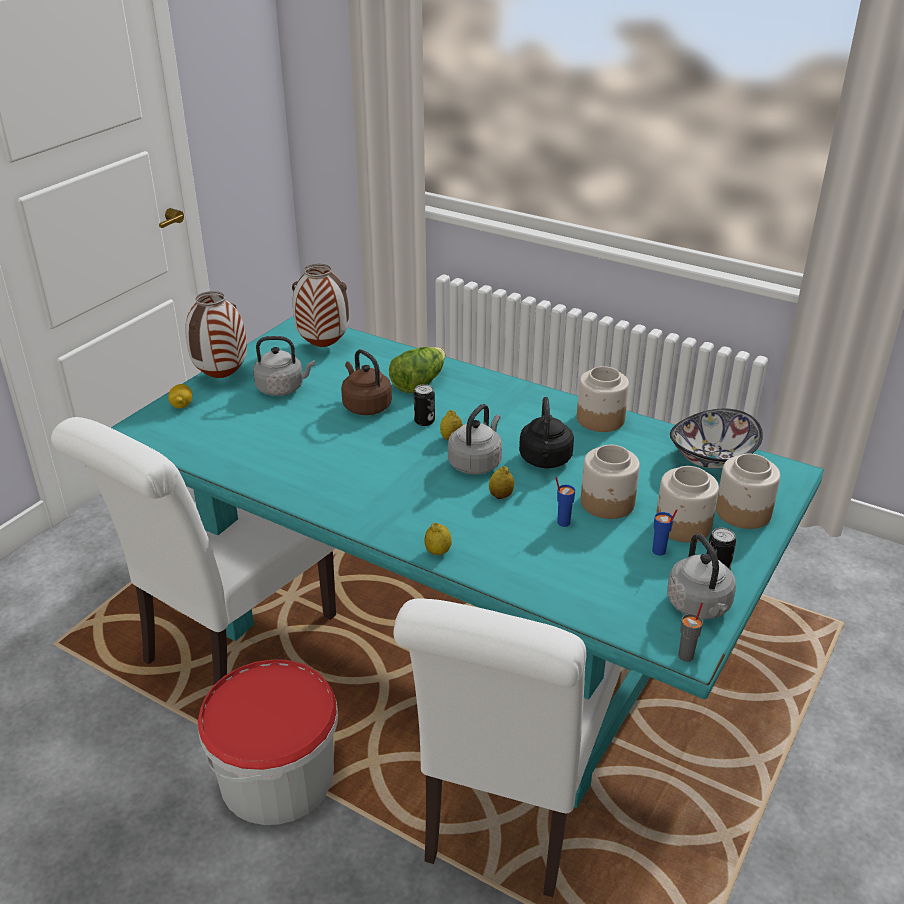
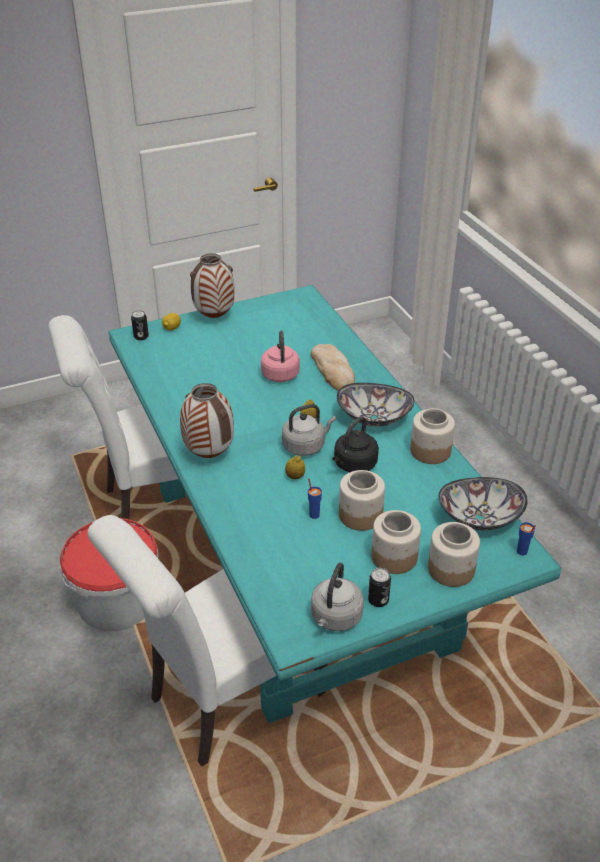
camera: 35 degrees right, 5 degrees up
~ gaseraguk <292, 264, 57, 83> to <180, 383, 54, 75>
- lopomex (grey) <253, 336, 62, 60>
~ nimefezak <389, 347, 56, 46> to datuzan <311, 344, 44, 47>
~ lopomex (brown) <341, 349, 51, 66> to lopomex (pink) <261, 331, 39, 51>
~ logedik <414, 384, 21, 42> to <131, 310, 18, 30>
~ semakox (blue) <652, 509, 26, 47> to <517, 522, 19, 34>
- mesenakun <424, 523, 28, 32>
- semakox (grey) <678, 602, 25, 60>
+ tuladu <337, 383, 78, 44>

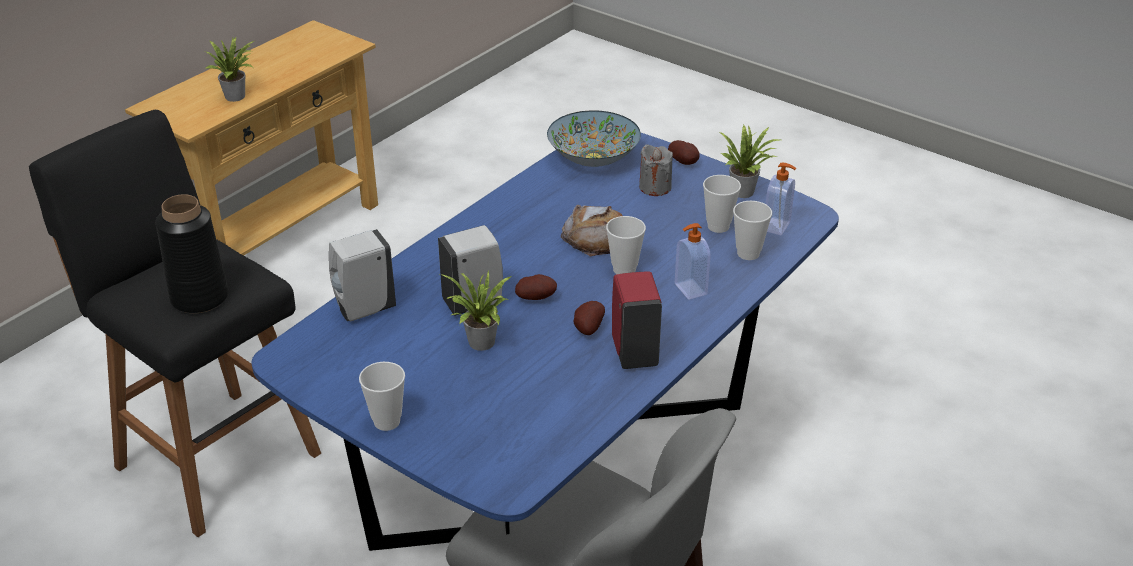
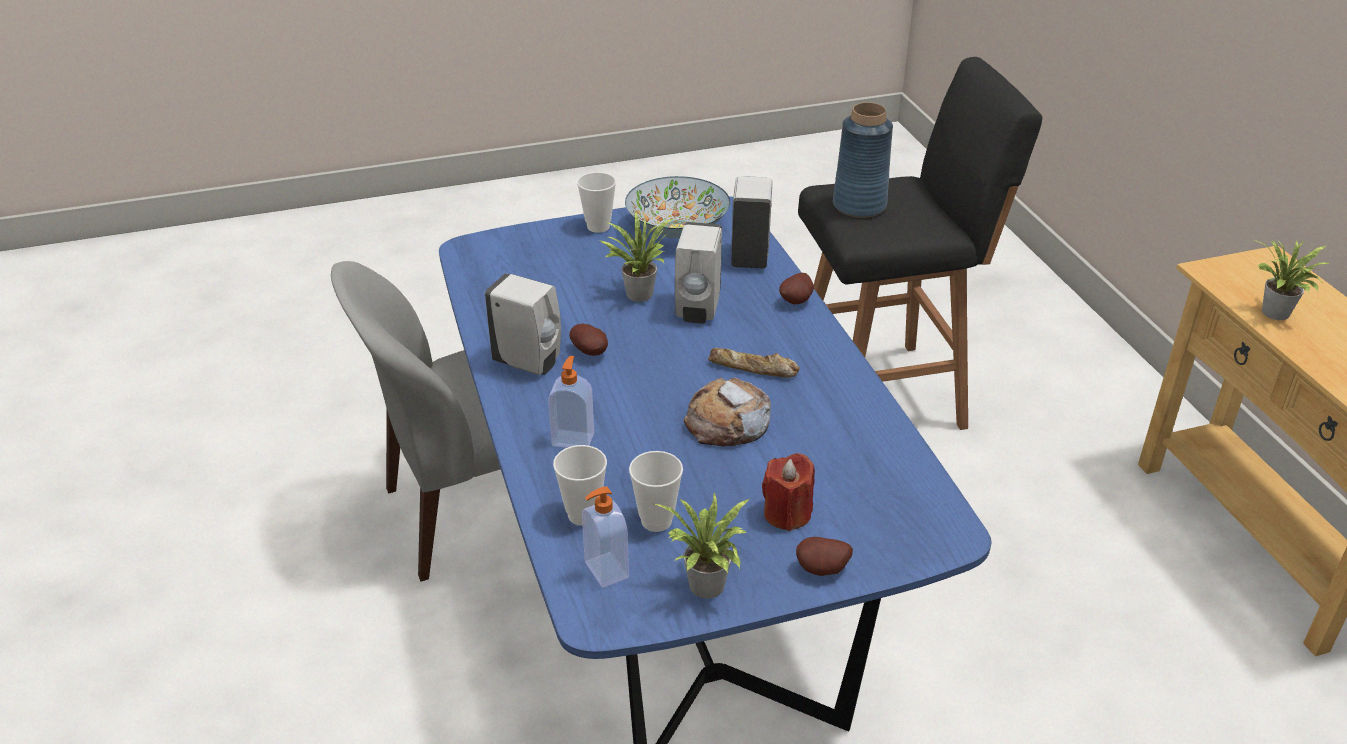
camera: 125 degrees right, 0 degrees up
~ tuladu <547, 110, 94, 57> to <625, 176, 105, 62>
~ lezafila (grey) <639, 145, 34, 51> to lezafila (red) <762, 453, 53, 78>
~ gaseraguk (black) <155, 194, 74, 119> to gaseraguk (blue) <833, 102, 60, 116>
- semakox <606, 216, 40, 58>
~ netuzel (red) <612, 272, 50, 97> to netuzel (white) <485, 273, 76, 102>
~ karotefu <515, 274, 42, 26> to <779, 273, 35, 31>
+ datuzan <708, 348, 92, 30>

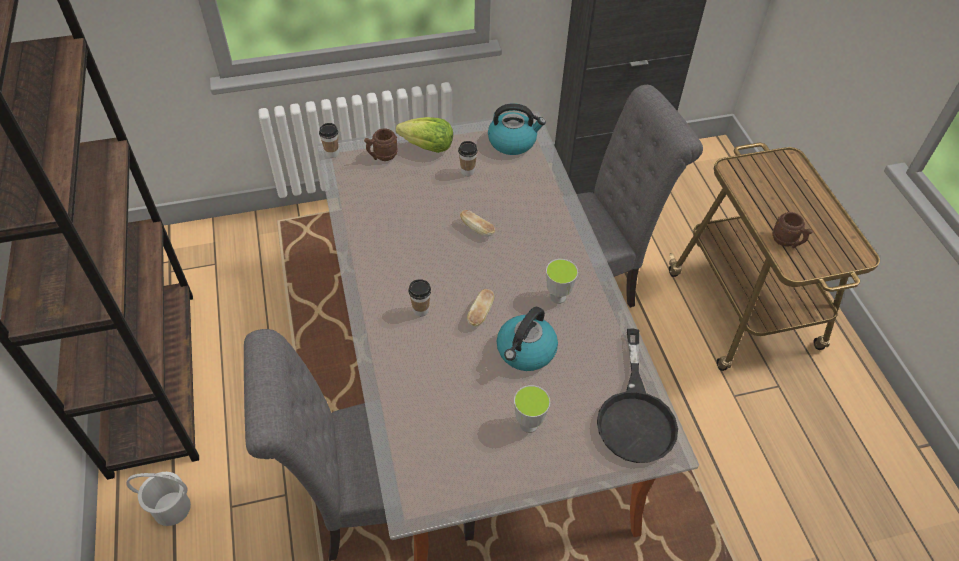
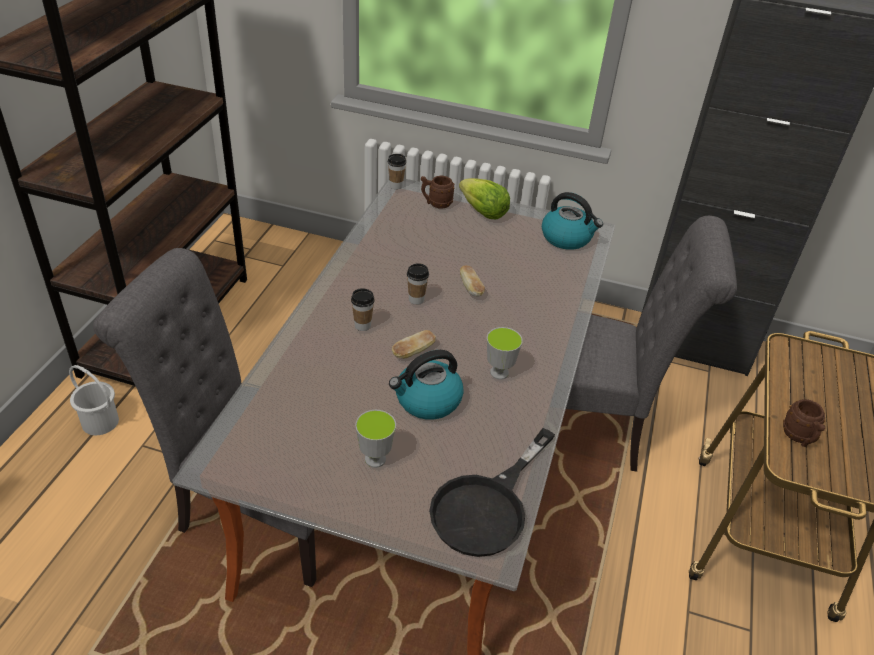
camera: 30 degrees right, 10 degrees down
~ semakox <458, 141, 20, 35> to <407, 263, 22, 42>

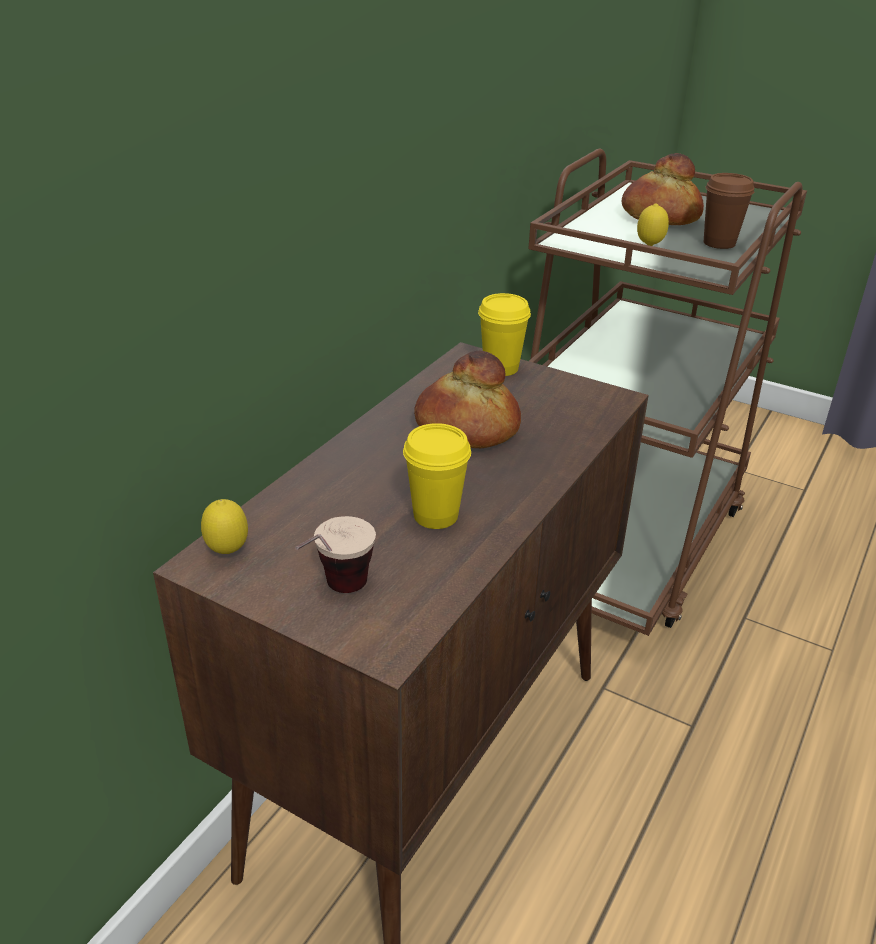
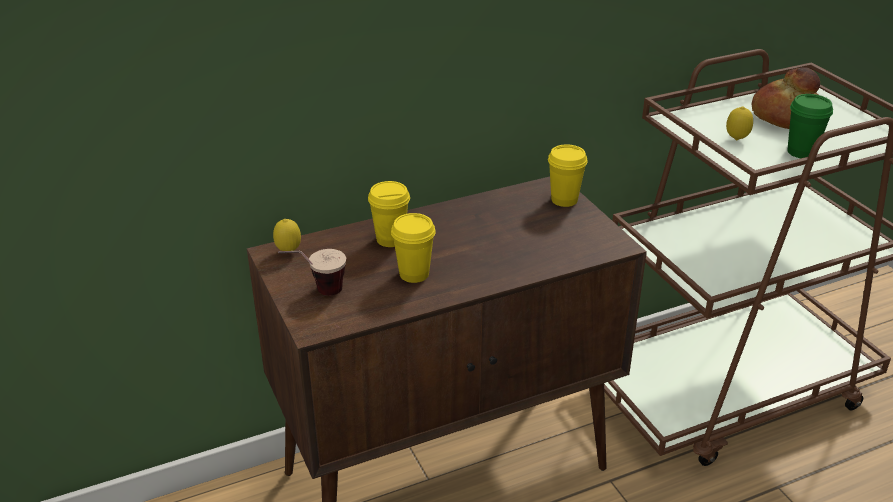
camera: 35 degrees right, 0 degrees up
~ semakox (brown) <704, 173, 51, 76> to semakox (green) <787, 94, 46, 64>
- datuzan <414, 351, 107, 97>
+ semakox (yellow) <368, 181, 42, 66>

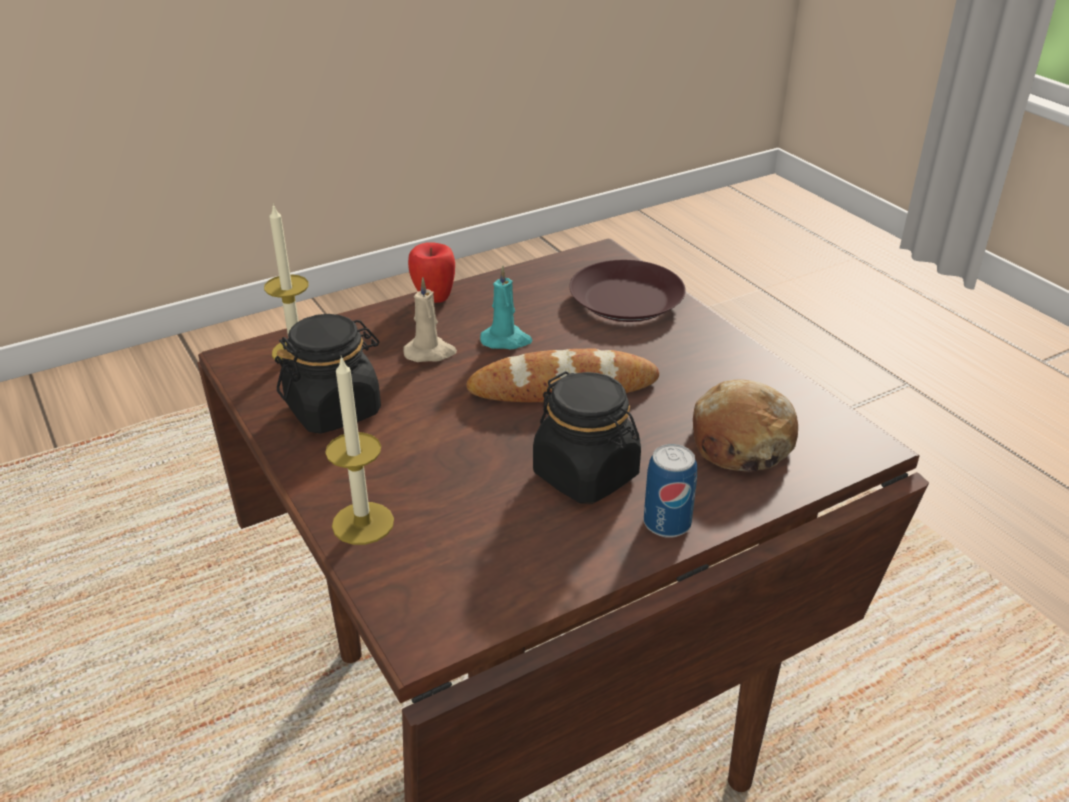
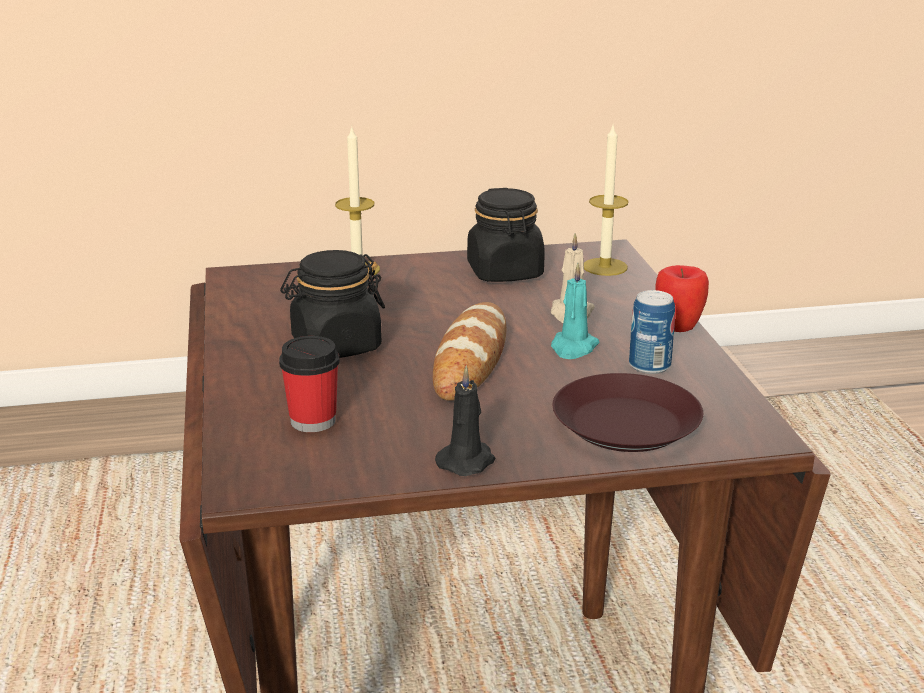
camera: 110 degrees right, 10 degrees down
~ datuzan <693, 379, 105, 92> to semakox <279, 336, 61, 96>
~ logedik <644, 444, 53, 94> to <629, 290, 46, 84>
+ lezafila (black) <435, 365, 60, 111>

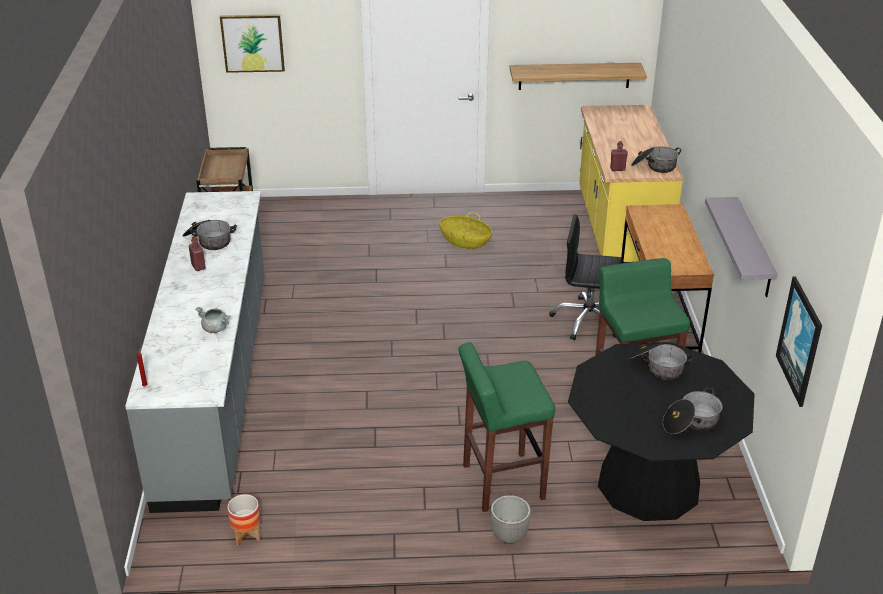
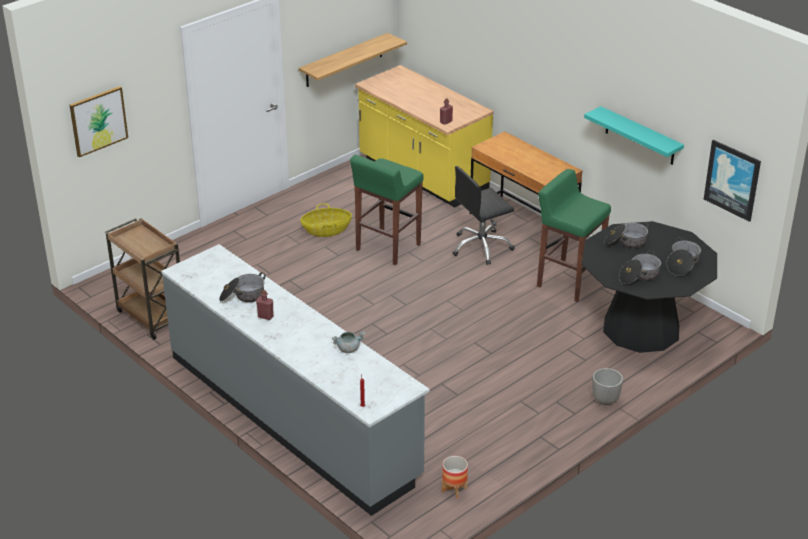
camera: 40 degrees left, 0 degrees up
~ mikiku <631, 146, 50, 27> to <619, 251, 42, 33>
~ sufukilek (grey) <705, 197, 73, 100> to sufukilek (turquoise) <584, 106, 100, 59>
~ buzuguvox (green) <458, 342, 97, 170> to <350, 155, 74, 110>

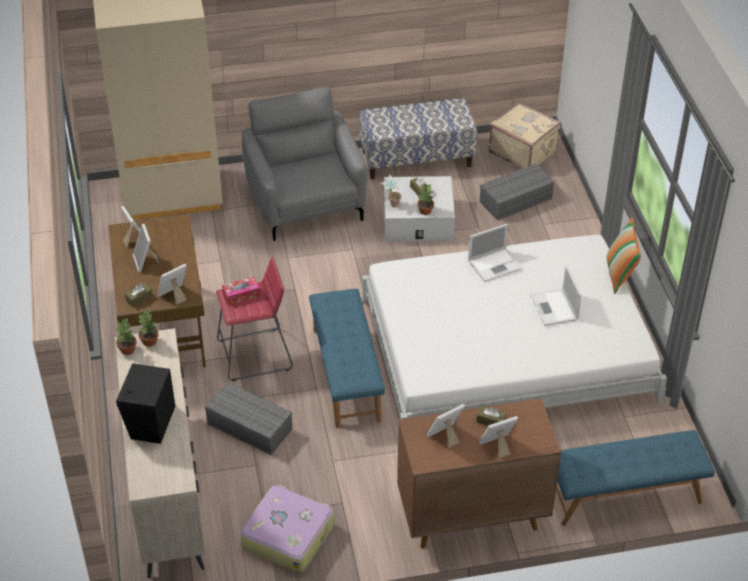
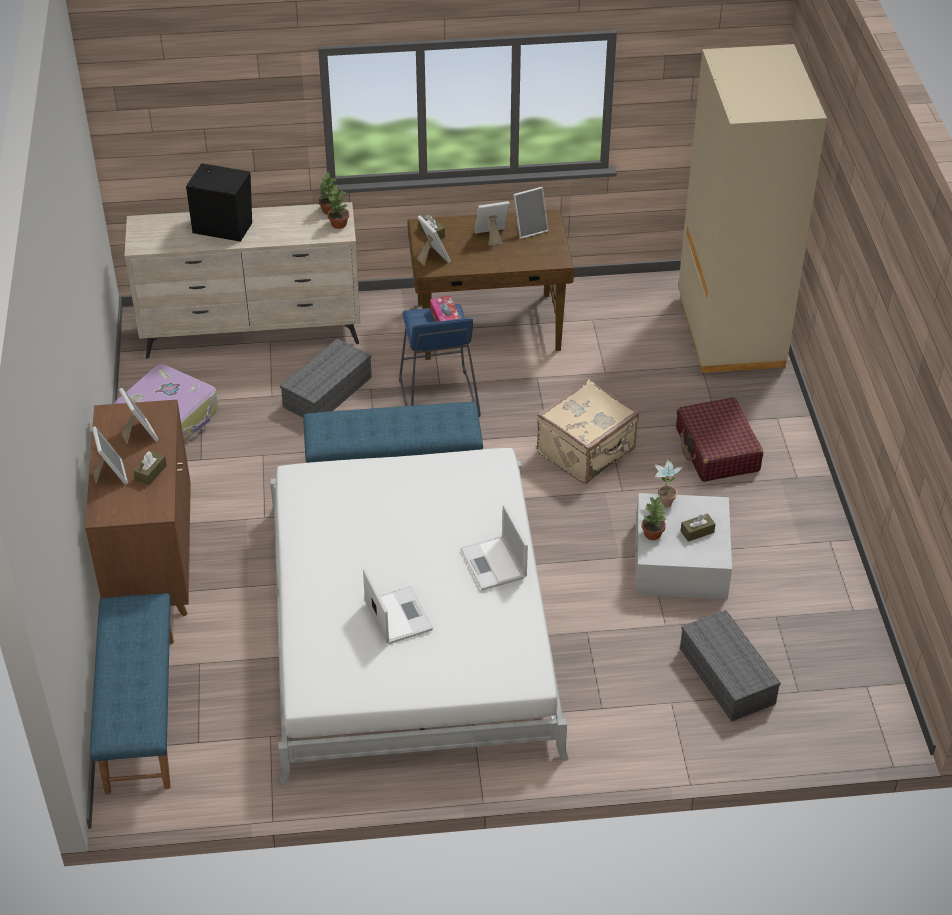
camera: 95 degrees right, 0 degrees up
~ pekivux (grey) <242, 87, 125, 154> to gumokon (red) <676, 398, 87, 84>
- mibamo <359, 98, 118, 81>
~ gumokon (beige) <489, 102, 72, 67> to <537, 379, 102, 105>
- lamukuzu <607, 218, 34, 76>
~ buzuguvox (red) <216, 257, 77, 124> to buzuguvox (blue) <399, 304, 82, 113>
~ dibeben <531, 265, 51, 61> = <363, 569, 70, 75> 75 degrees clockwise

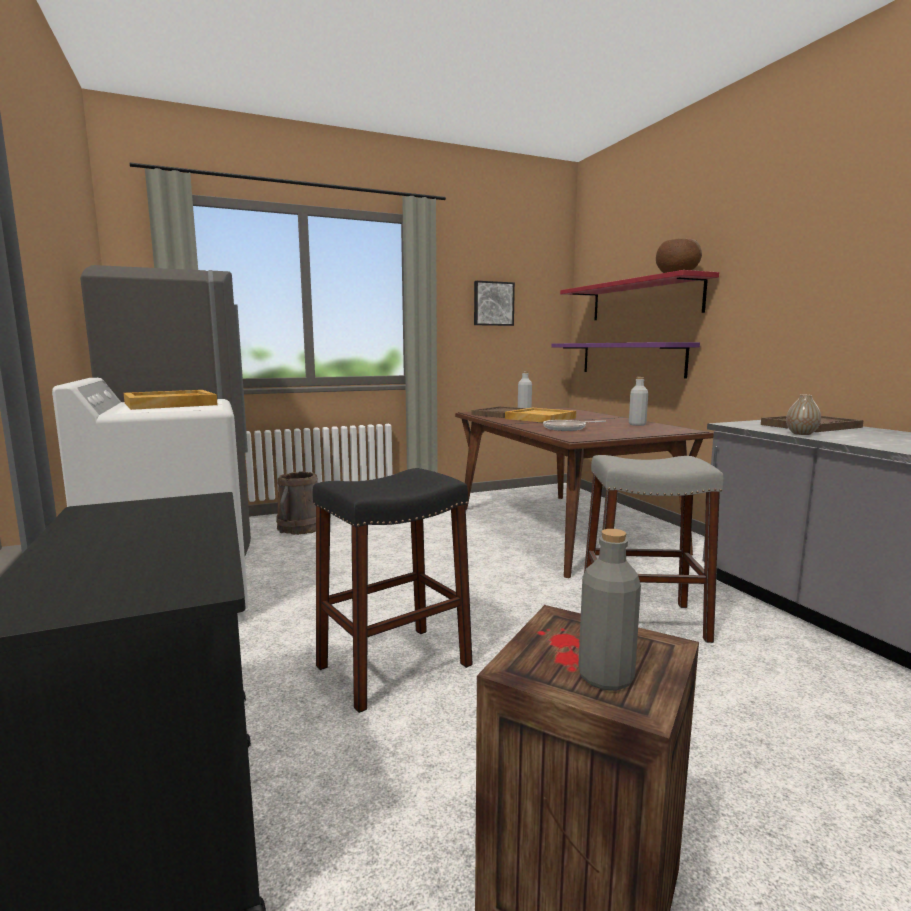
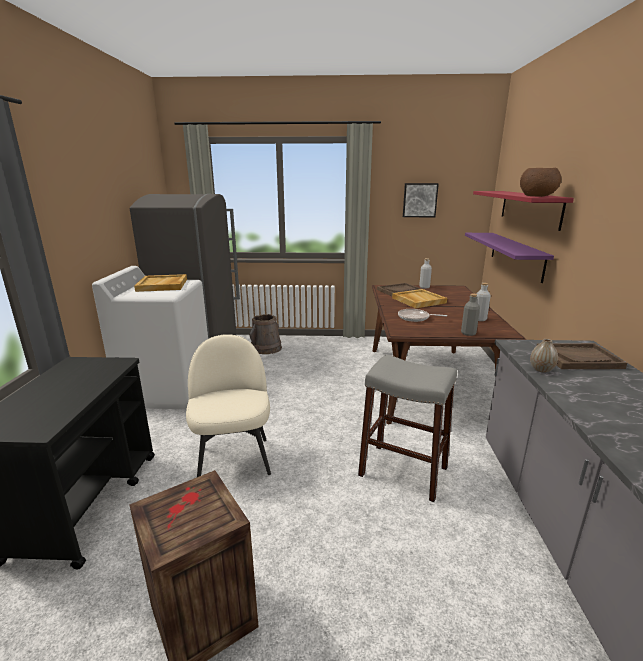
camera: 25 degrees right, 10 degrees up
~ buzuguvox (black) <313, 468, 160, 245> to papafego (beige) <186, 334, 85, 143>
~ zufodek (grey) <578, 529, 63, 162> to <461, 294, 19, 42>

